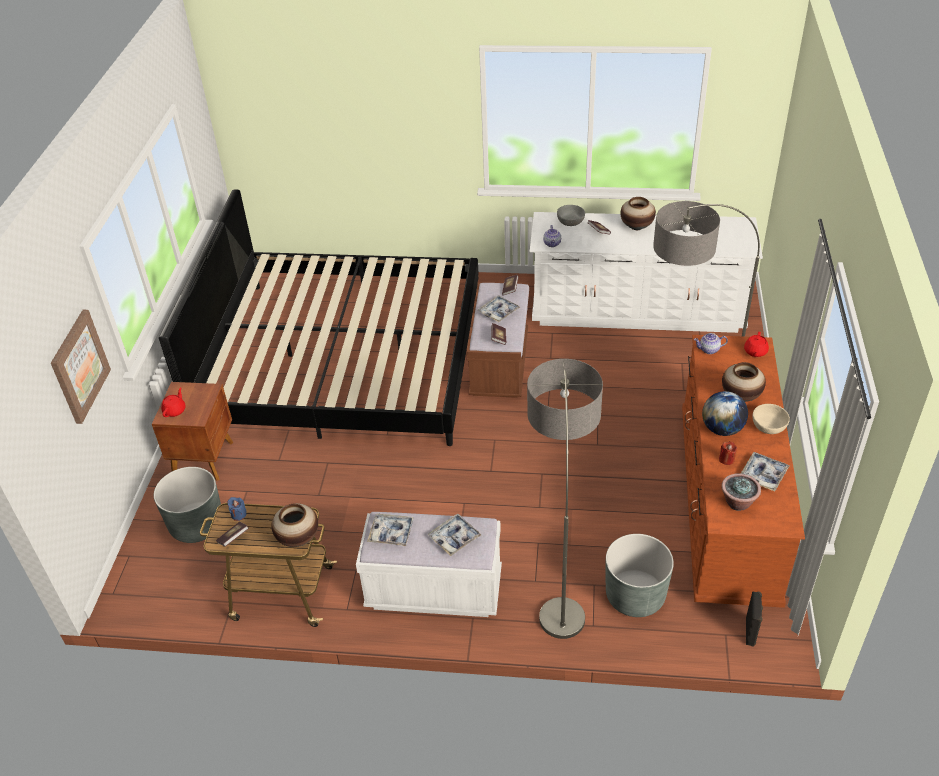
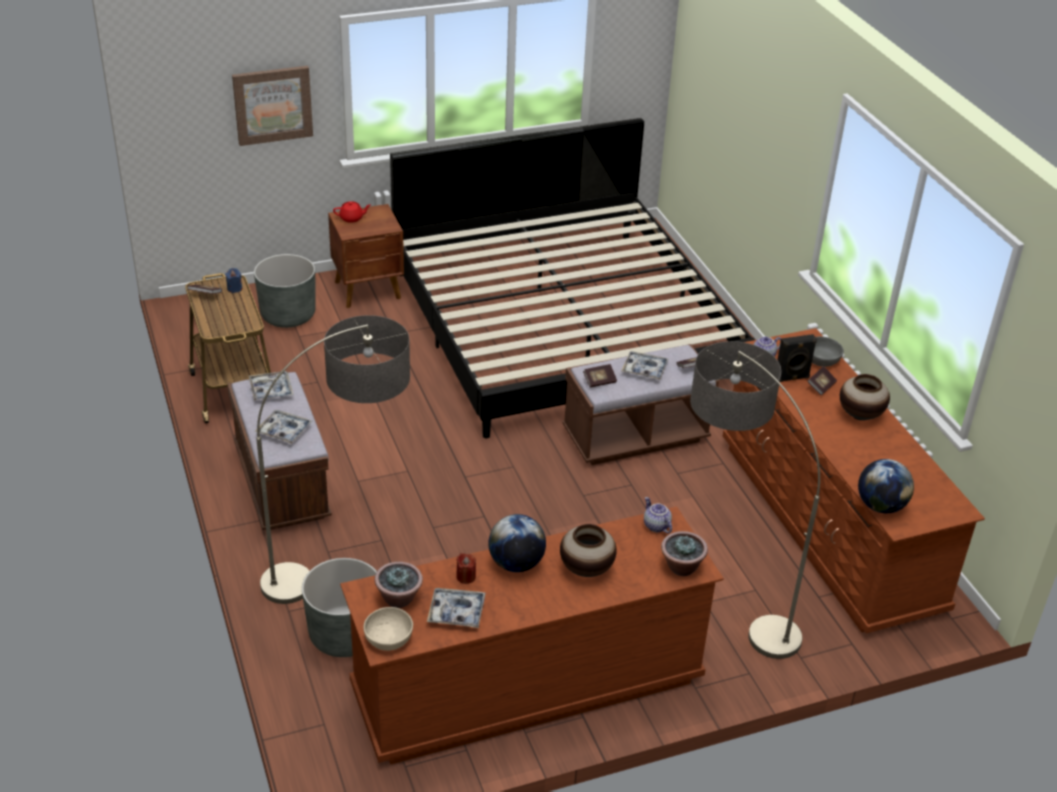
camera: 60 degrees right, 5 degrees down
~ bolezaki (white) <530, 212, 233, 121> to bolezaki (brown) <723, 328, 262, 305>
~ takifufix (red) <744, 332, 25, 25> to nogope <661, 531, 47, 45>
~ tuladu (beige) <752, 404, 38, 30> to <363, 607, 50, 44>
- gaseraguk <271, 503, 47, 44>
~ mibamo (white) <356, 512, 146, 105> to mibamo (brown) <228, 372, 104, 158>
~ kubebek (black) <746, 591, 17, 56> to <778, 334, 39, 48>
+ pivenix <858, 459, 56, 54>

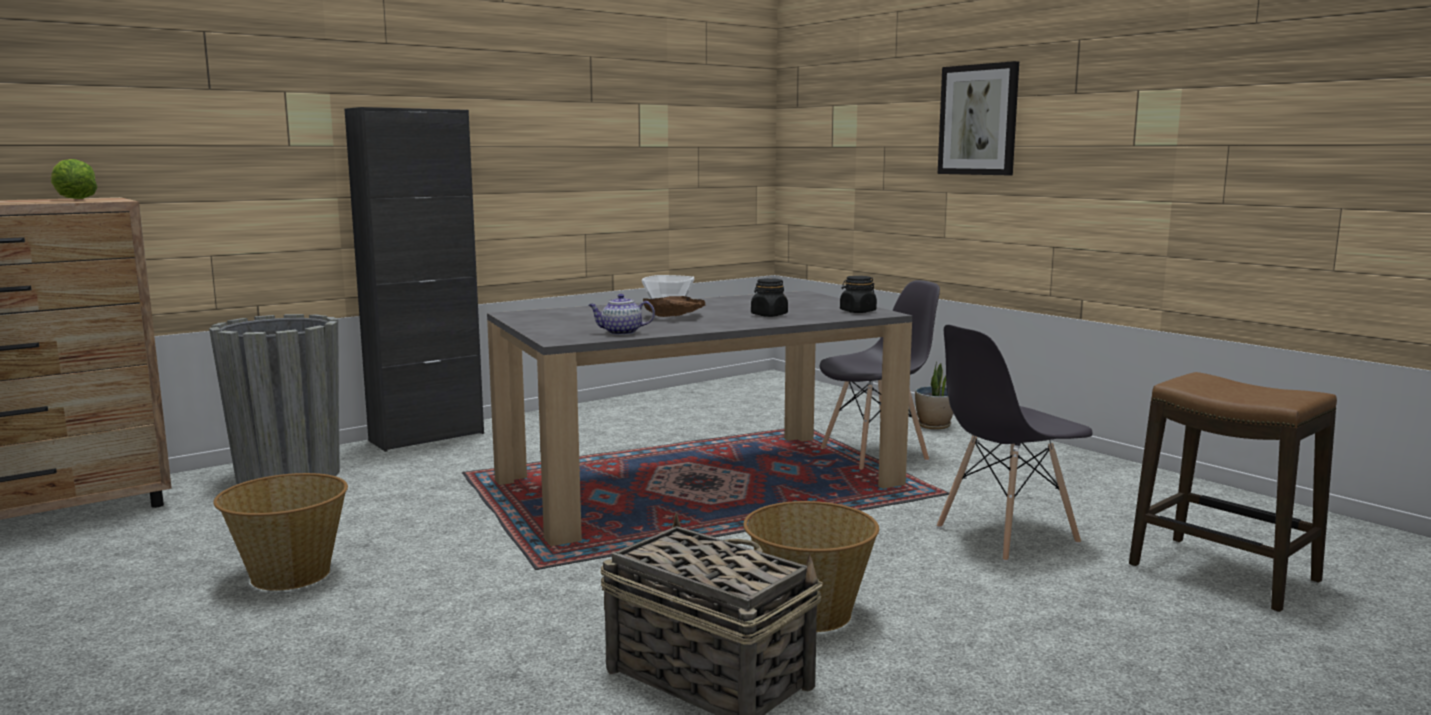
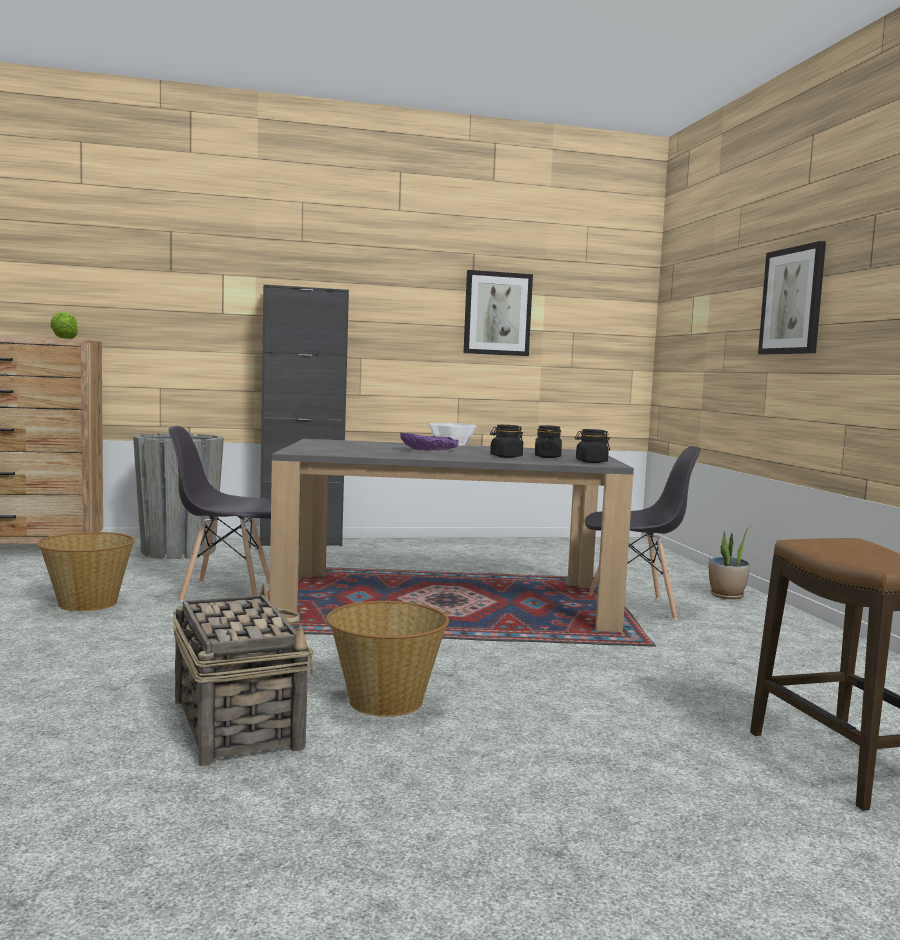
camera: 25 degrees right, 5 degrees down
- takifufix <588, 294, 67, 41>
~ tuladu (brown) <643, 296, 62, 21> to tuladu (purple) <400, 432, 59, 18>
~ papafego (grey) <937, 325, 156, 237> to <169, 426, 102, 176>
+ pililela <463, 270, 70, 86>
+ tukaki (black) <535, 425, 27, 33>

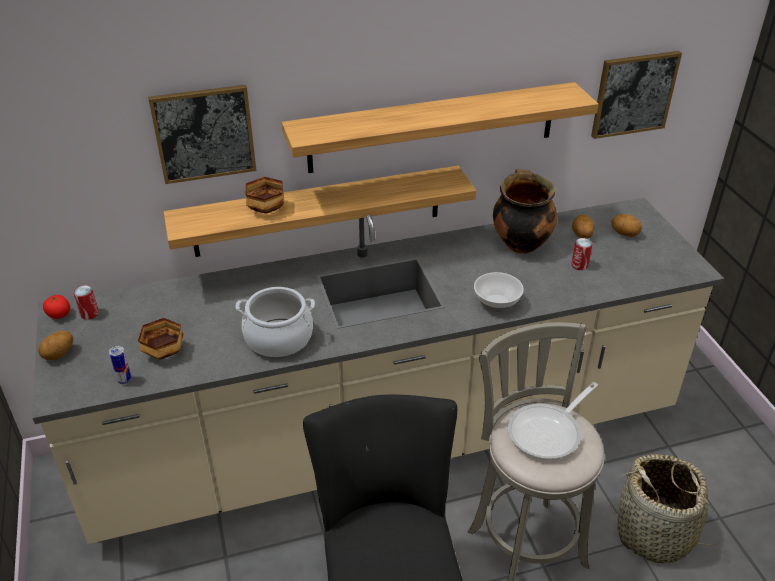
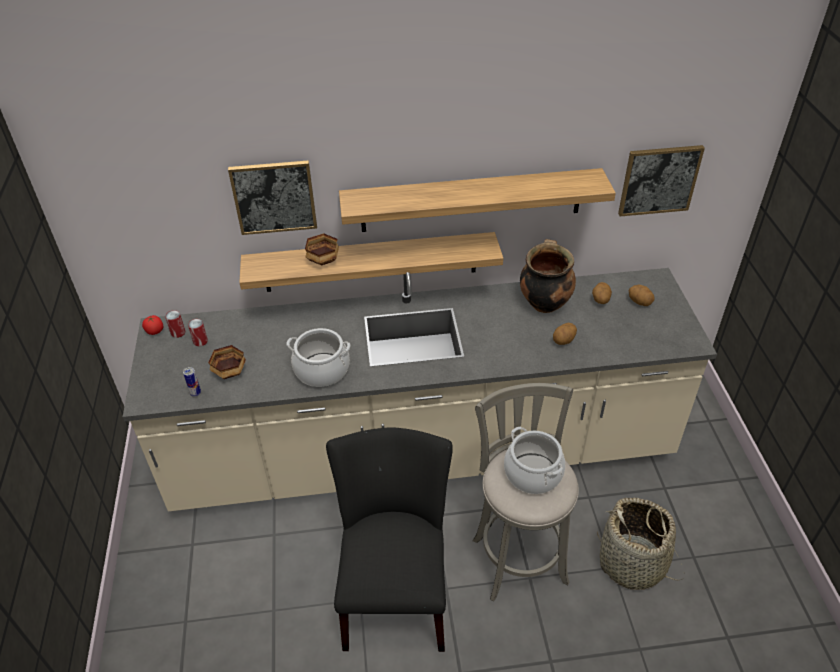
camera: 10 degrees right, 5 degrees up
~ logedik <571, 238, 21, 32> to <188, 319, 20, 27>
- tuladu <474, 272, 50, 40>
~ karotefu <38, 331, 35, 29> to <553, 323, 24, 22>
~ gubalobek <508, 382, 90, 78> to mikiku <504, 426, 61, 68>

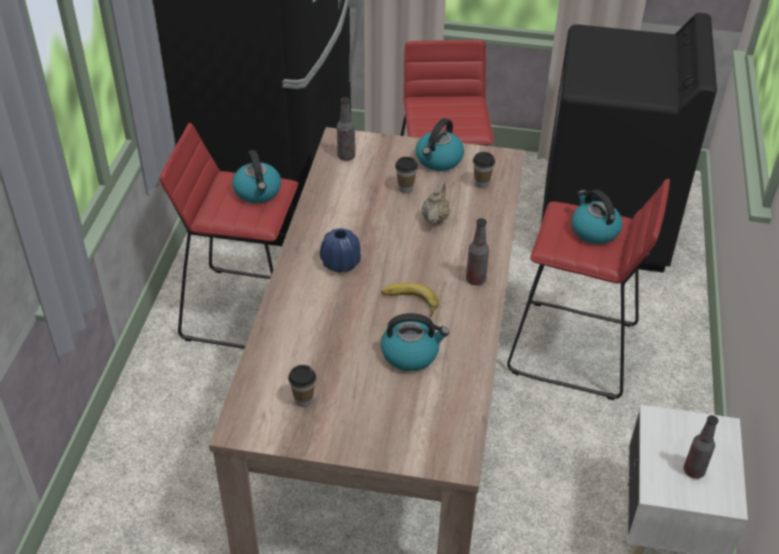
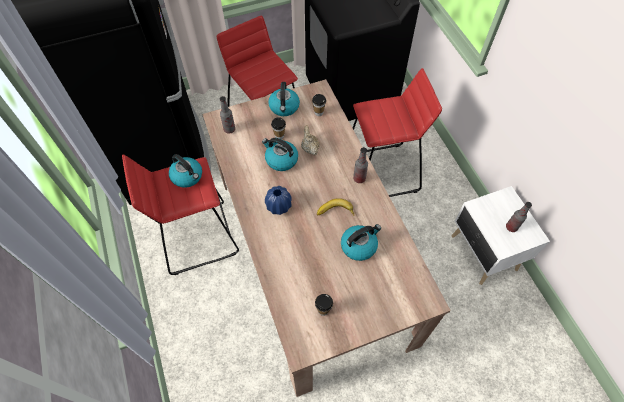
camera: 30 degrees left, 15 degrees up
~ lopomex <572, 189, 50, 55> to <262, 138, 36, 33>

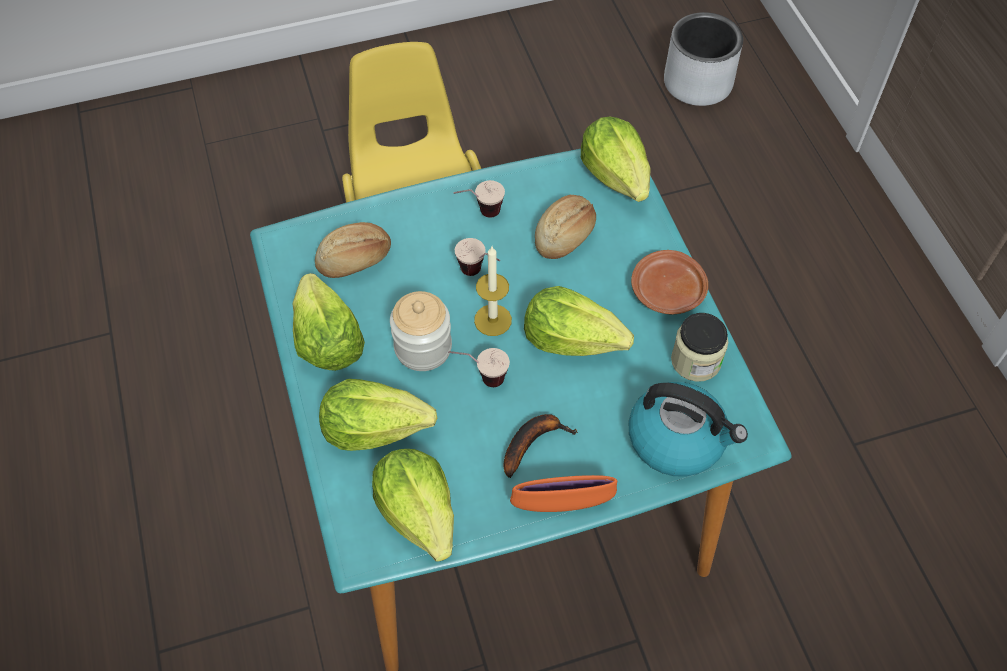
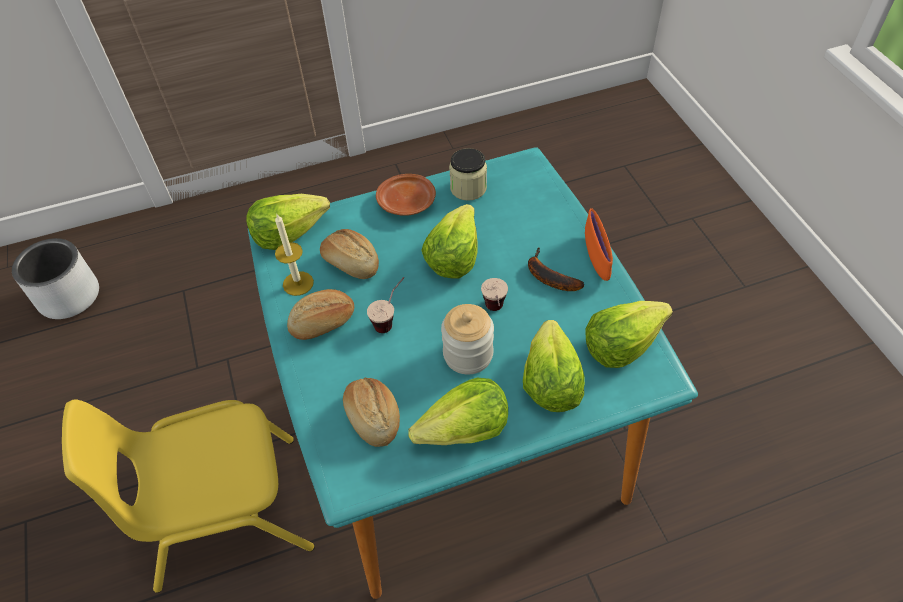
camera: 90 degrees left, 5 degrees down
~ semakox <453, 180, 52, 38> to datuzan <287, 289, 67, 51>
~ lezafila <474, 247, 38, 89> to <275, 214, 39, 82>
- lopomex <629, 382, 119, 95>

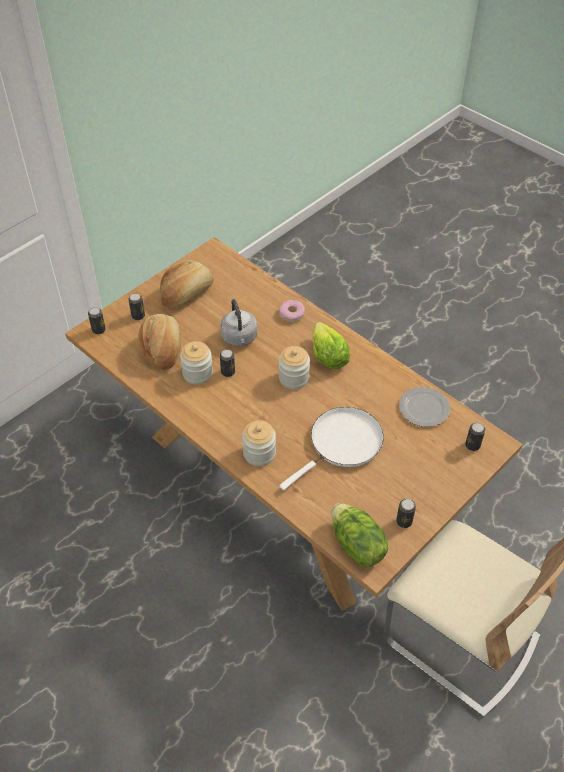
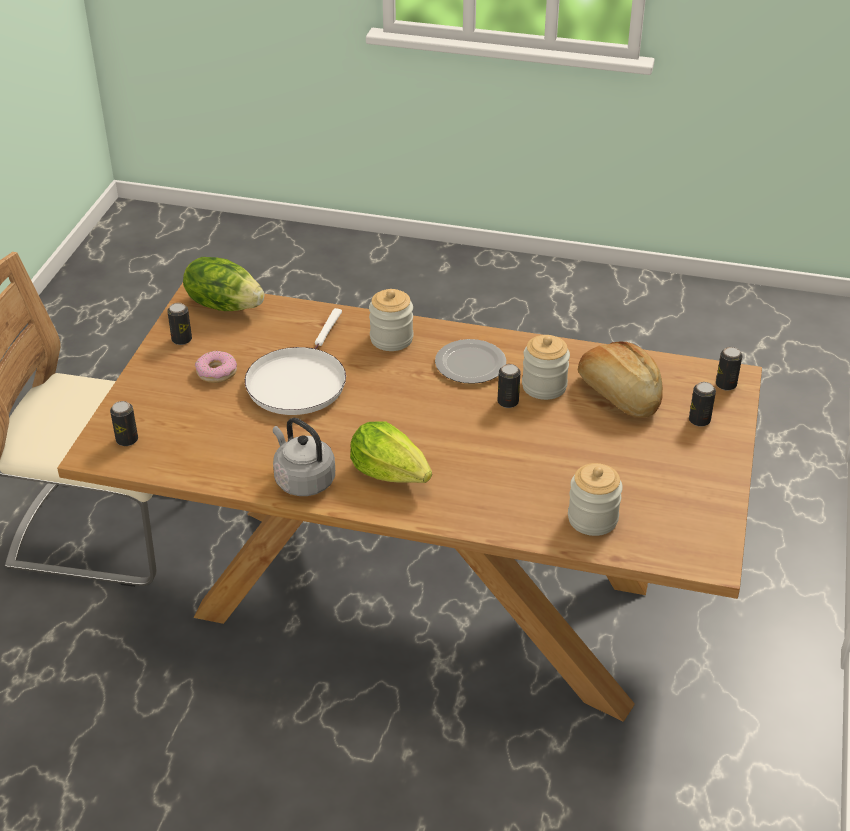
camera: 150 degrees right, 10 degrees down
- datuzan <160, 260, 54, 48>
~ lopomex (grey) <220, 299, 38, 47> to <273, 418, 62, 78>
~ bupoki <279, 300, 26, 22> to <195, 351, 42, 32>
~ tukaki <279, 346, 31, 43> to <568, 463, 55, 73>
~ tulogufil <399, 387, 51, 40> to <435, 339, 71, 45>

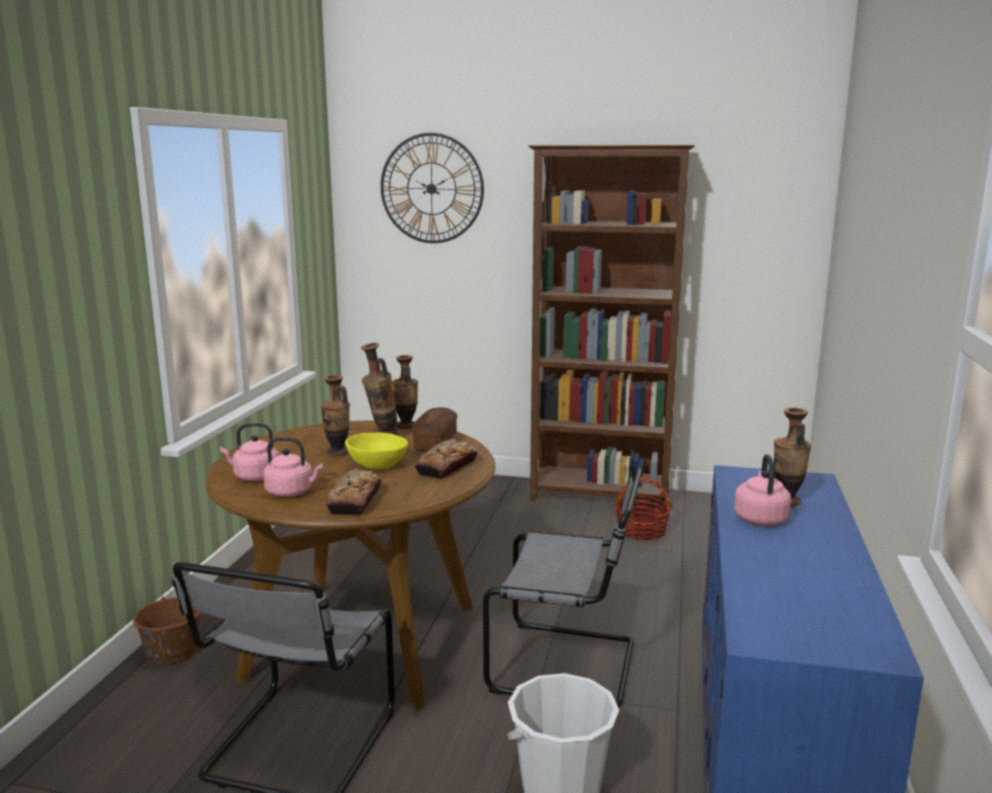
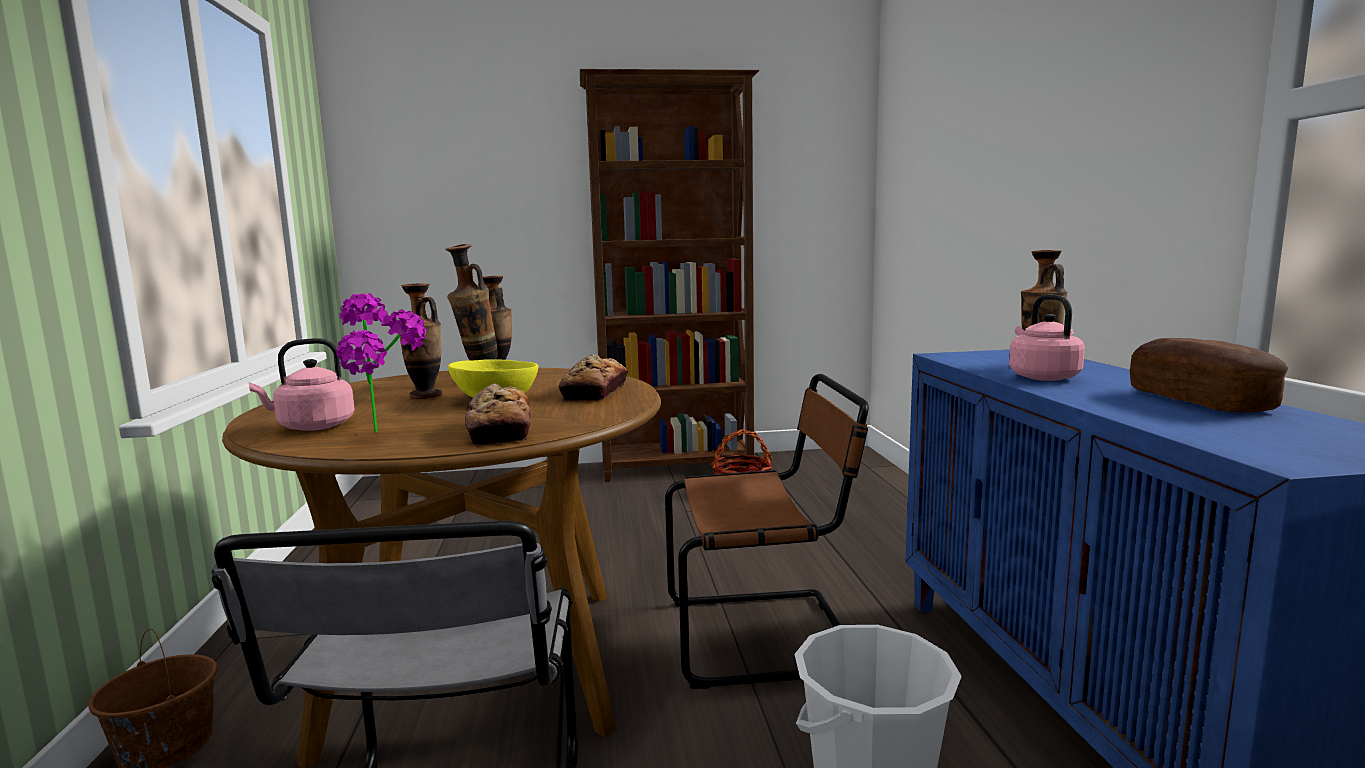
camera: 20 degrees left, 5 degrees down
- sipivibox <381, 133, 103, 110>
~ datuzan <412, 407, 45, 45> to <1130, 338, 158, 74>
~ lopomex (pink) <263, 437, 60, 60> to nogope <336, 293, 91, 140>
~ papafego (grey) <483, 468, 159, 240> to papafego (brown) <665, 374, 204, 315>

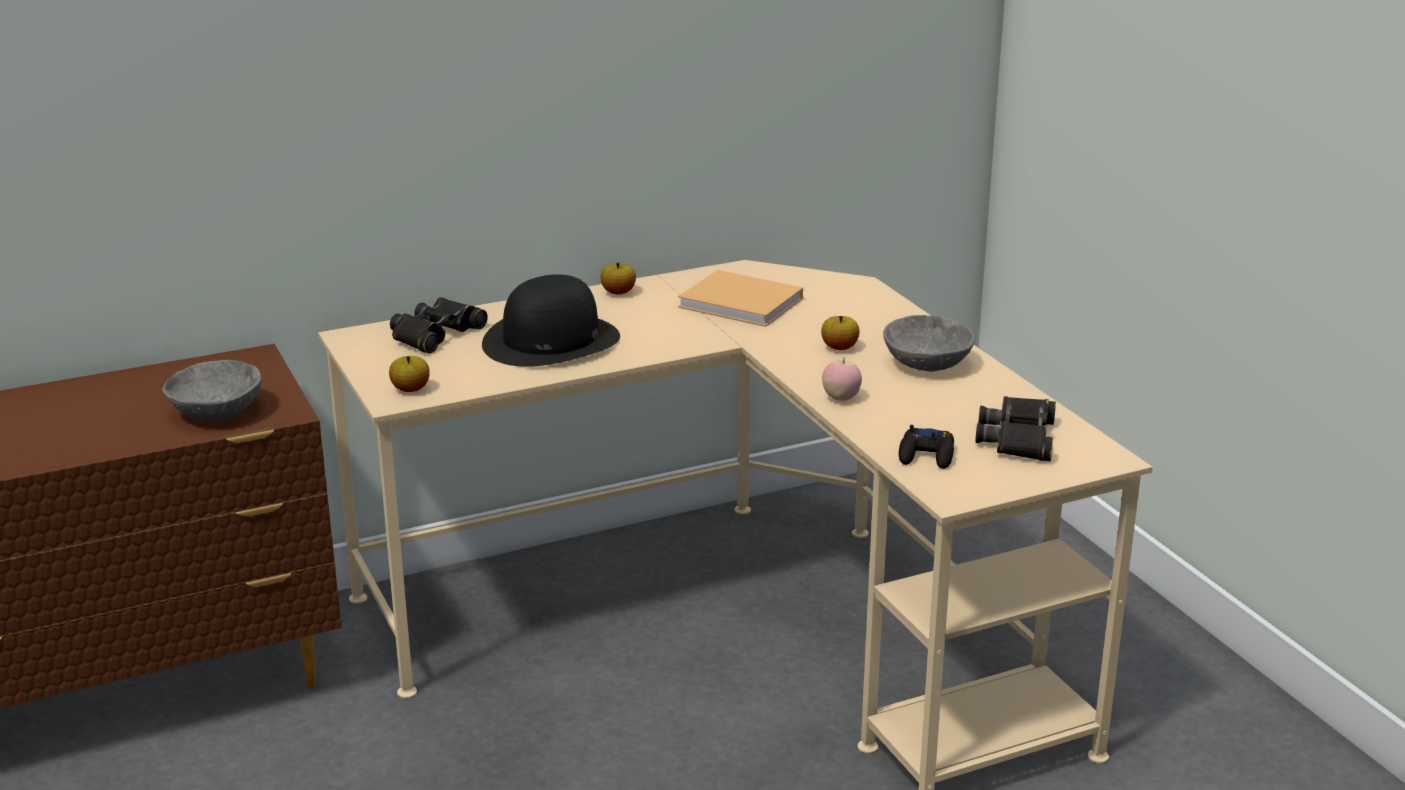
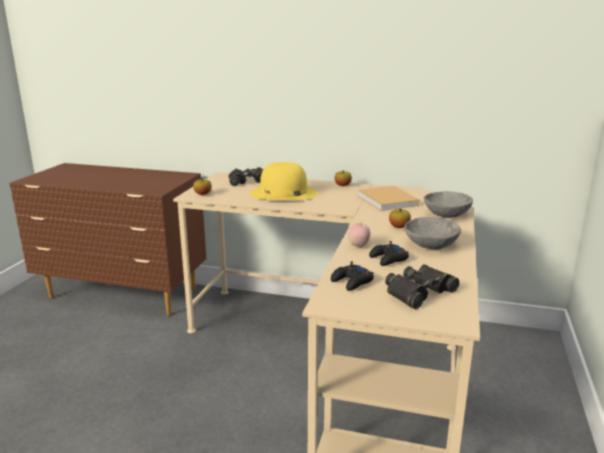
camera: 40 degrees right, 5 degrees down
~ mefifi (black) <482, 274, 138, 93> to mefifi (yellow) <250, 162, 68, 38>
~ tuladu (grey) <163, 360, 99, 61> to <424, 191, 49, 27>
+ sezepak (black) <369, 241, 40, 25>

